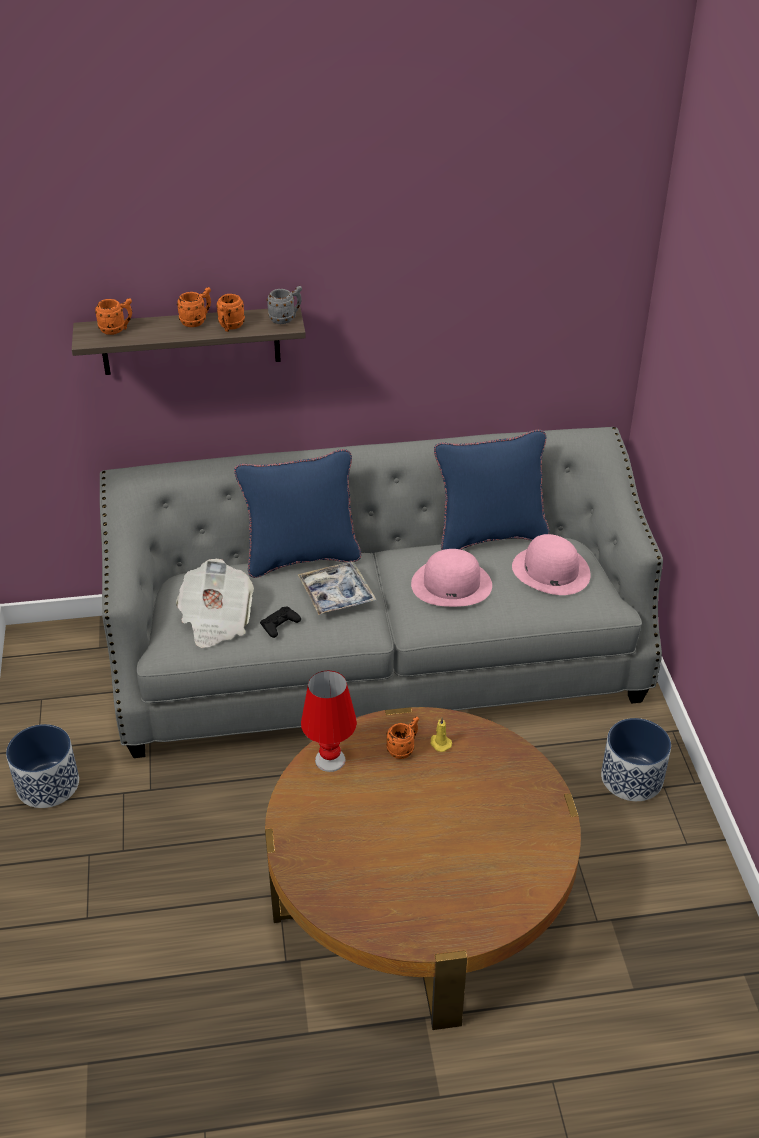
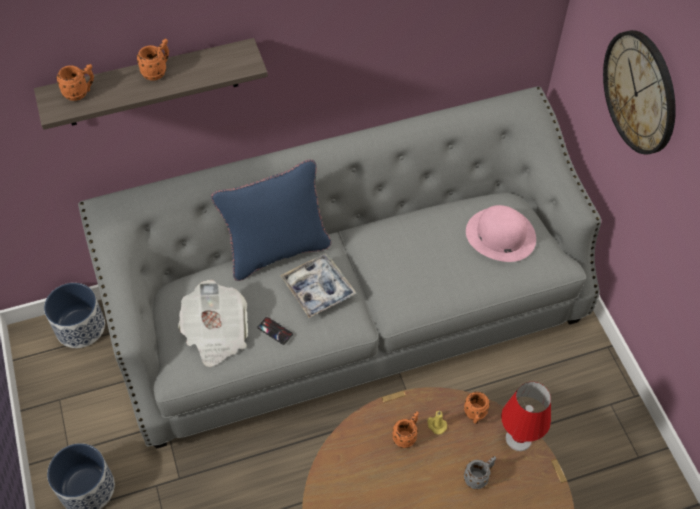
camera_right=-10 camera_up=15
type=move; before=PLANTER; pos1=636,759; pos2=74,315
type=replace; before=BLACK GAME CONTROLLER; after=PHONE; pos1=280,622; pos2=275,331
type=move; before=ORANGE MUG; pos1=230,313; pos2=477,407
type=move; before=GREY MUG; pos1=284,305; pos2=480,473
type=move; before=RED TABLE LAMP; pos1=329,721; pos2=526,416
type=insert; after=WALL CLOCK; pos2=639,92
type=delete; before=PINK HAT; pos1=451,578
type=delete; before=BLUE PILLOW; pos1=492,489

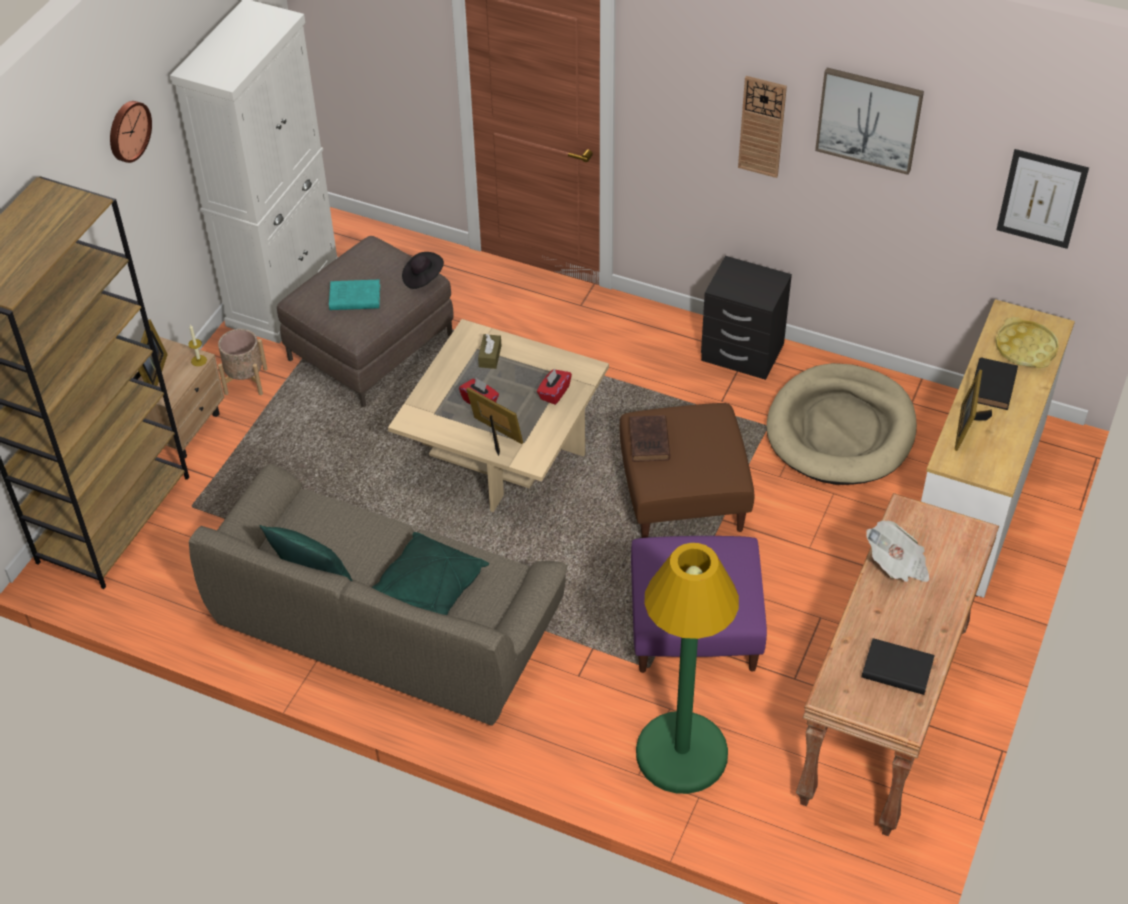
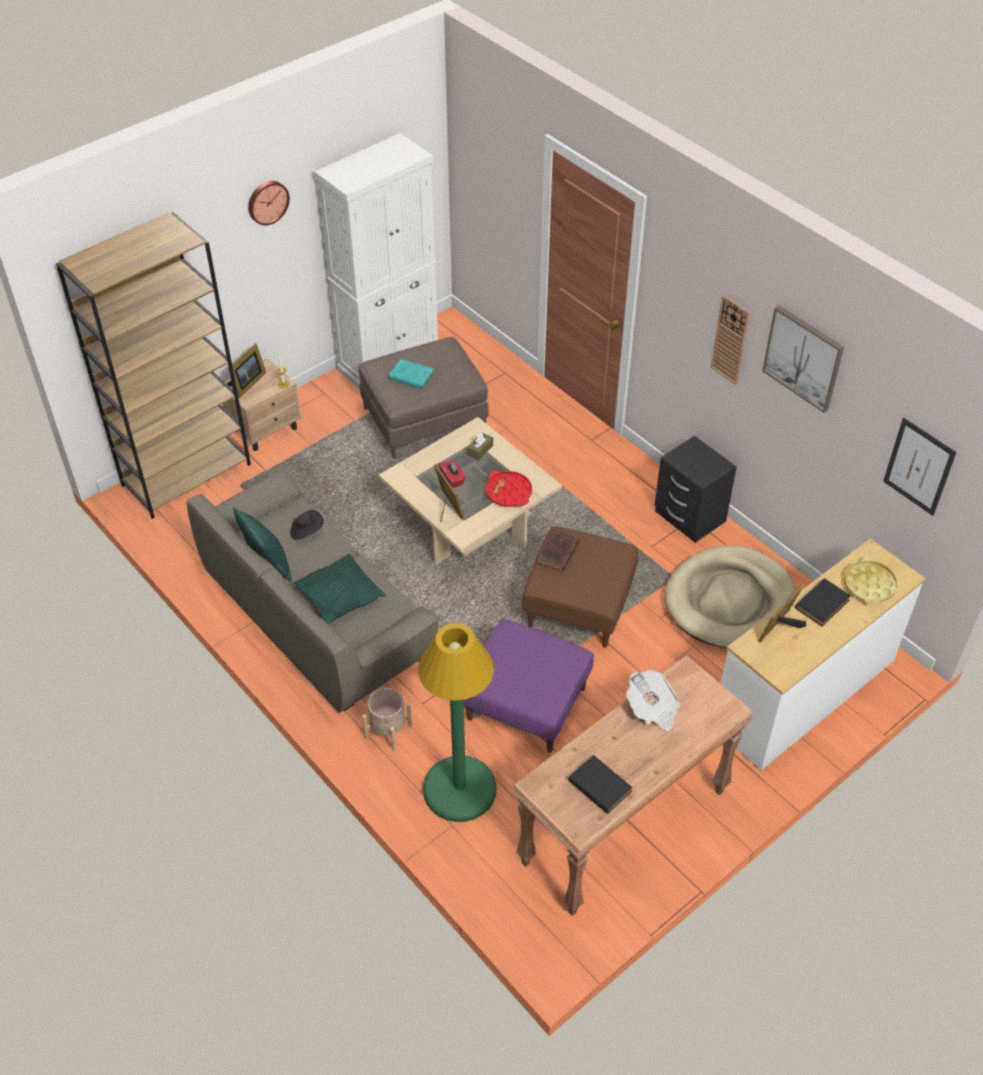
camera_right=25 camera_up=0
type=move; before=BLACK HAT; pos1=423,270; pos2=307,524
type=move; before=BEIGE PLANTER; pos1=242,362; pos2=387,719
type=replace; before=RED TISSUE BOX; after=RED TRAY; pos1=554,387; pos2=508,488

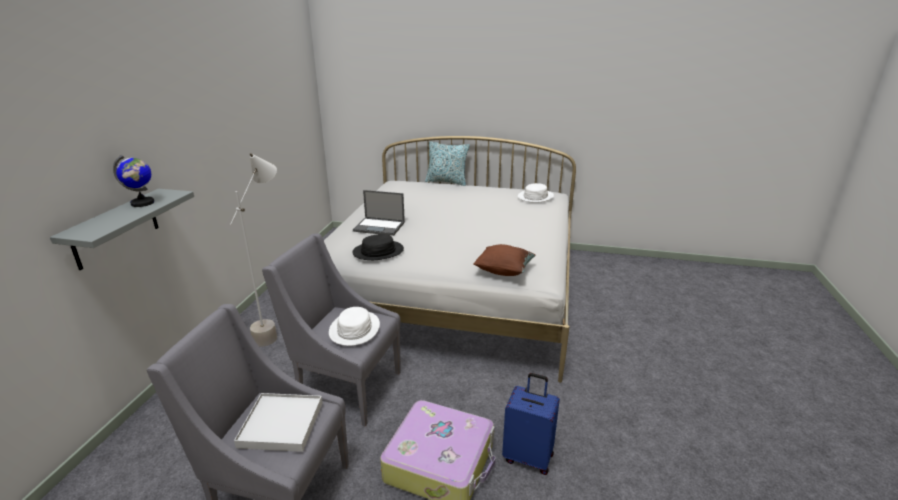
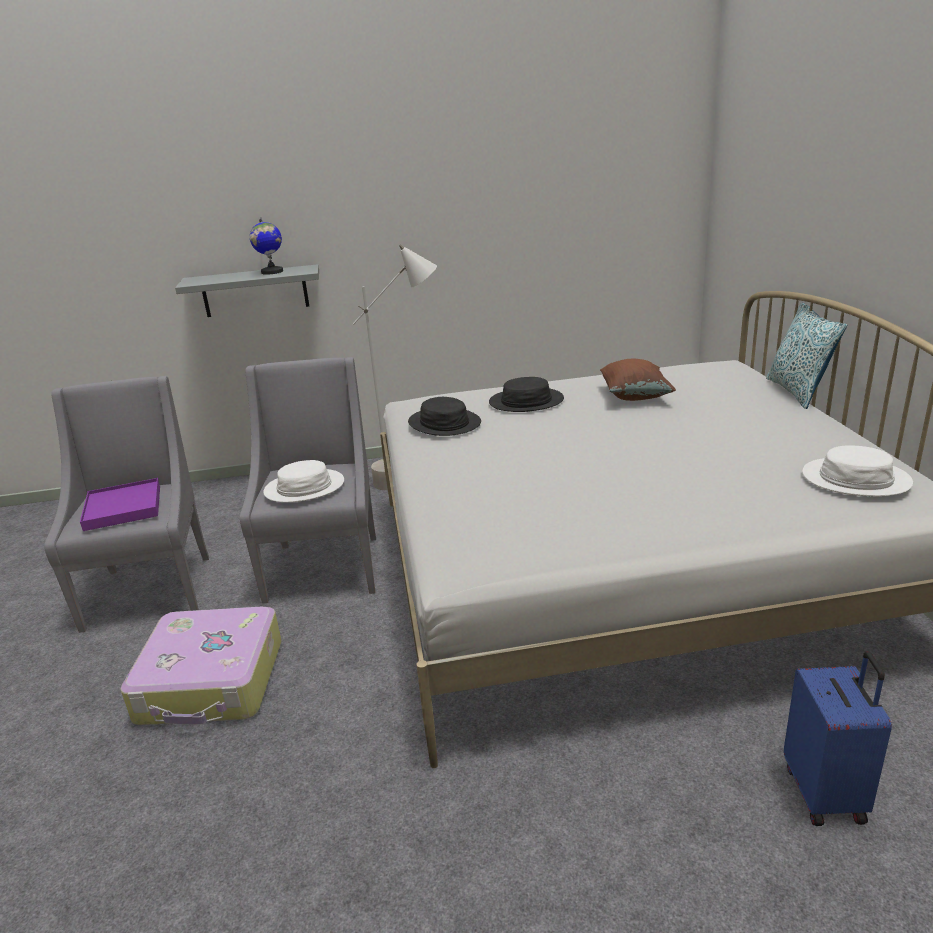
camera_right=70 camera_up=0
type=recolor; before=WHITE TRAY; after=PURPLE TRAY; pos1=278,422; pos2=120,504
type=replace; before=LAPTOP; after=BLACK HAT; pos1=379,213; pos2=526,394
type=move; before=BROWN PILLOW; pos1=504,260; pos2=638,380
type=move; before=BLUE SUITCASE; pos1=531,424; pos2=838,738

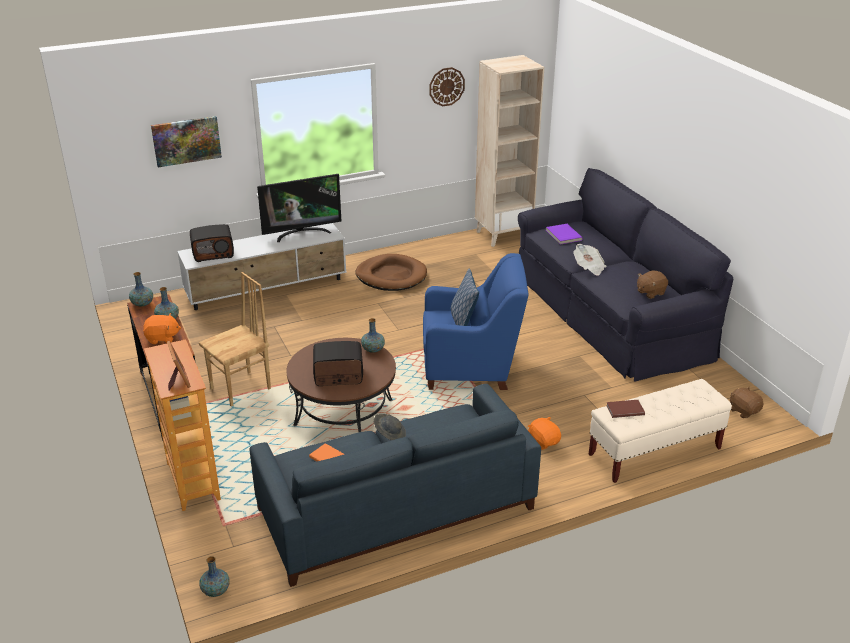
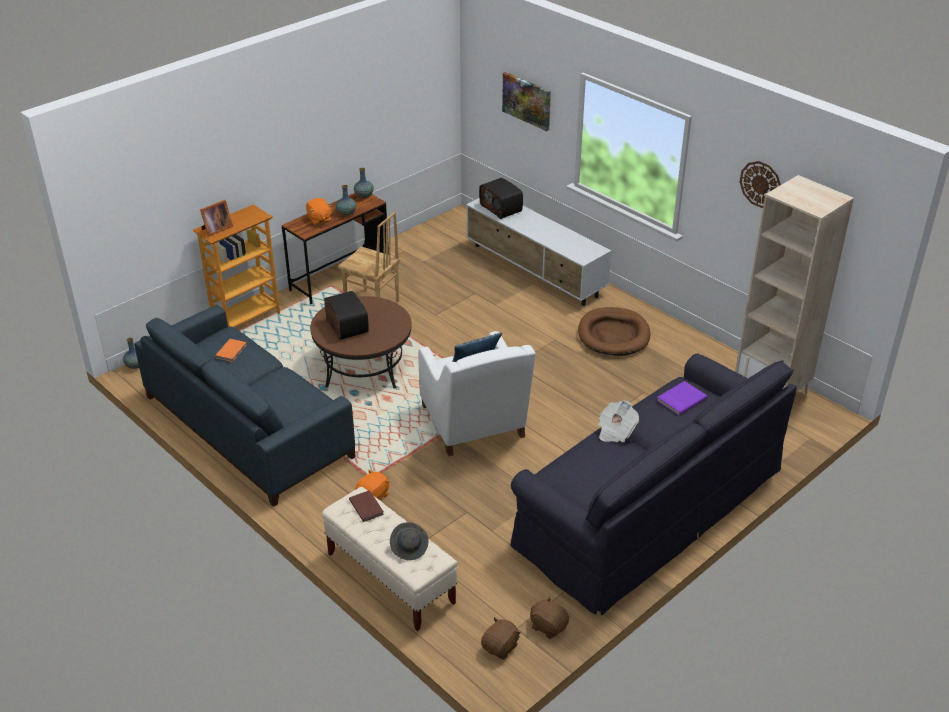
camera_right=70 camera_up=5
type=move; before=GREY HAT; pos1=390,427; pos2=409,541
type=recolor; before=BLUE ARMCHAIR; after=WHITE ARMCHAIR; pos1=476,321; pos2=477,393
type=move; before=BROWN PLUSH TOY; pos1=652,284; pos2=549,617
type=delete; before=TELEVISION; pos1=299,208
type=delete; before=VASE; pos1=373,335

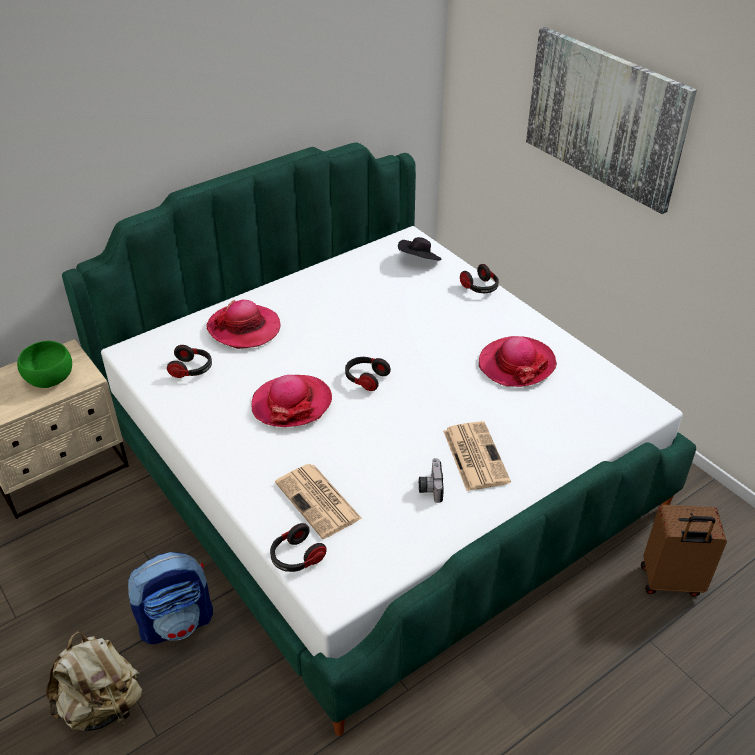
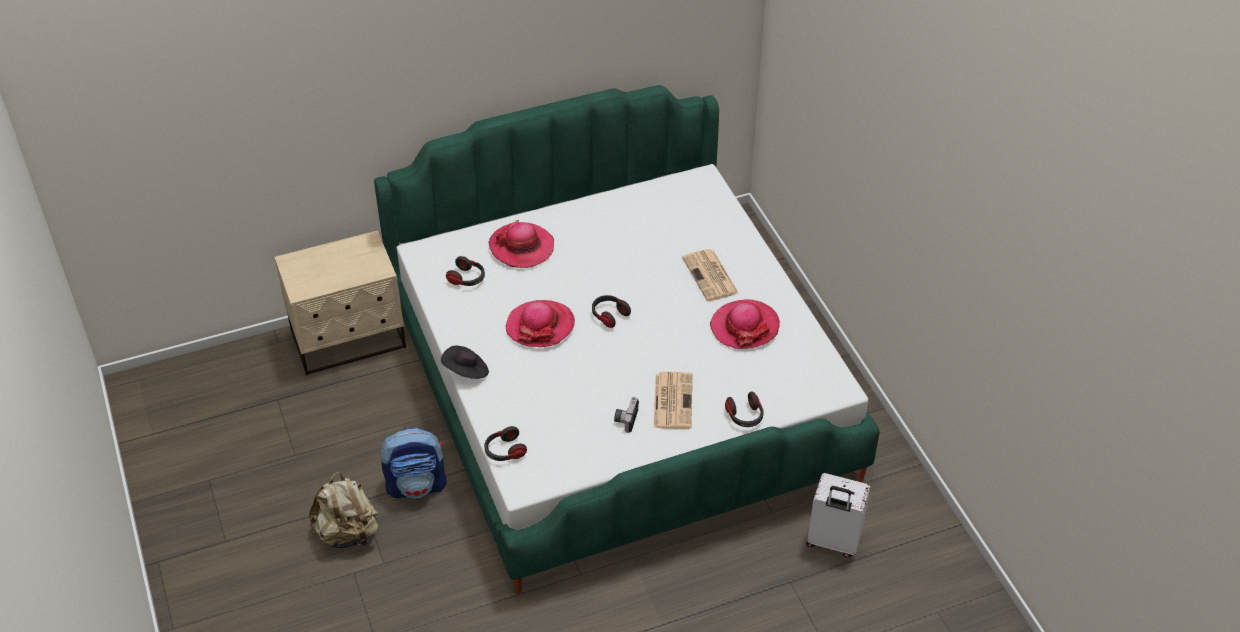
camera_right=15 camera_up=5
type=move; before=BLACK HAT; pos1=419,249; pos2=465,362
type=move; before=NEWSPAPER; pos1=318,501; pos2=710,275
type=move; before=HEADPHONES; pos1=479,278; pos2=744,409
type=recolor; before=BROWN SUITCASE; after=WHITE SUITCASE; pos1=684,551; pos2=838,515
type=delete; before=GREEN BOWL; pos1=44,364
type=delete; before=PICTURE; pos1=611,120

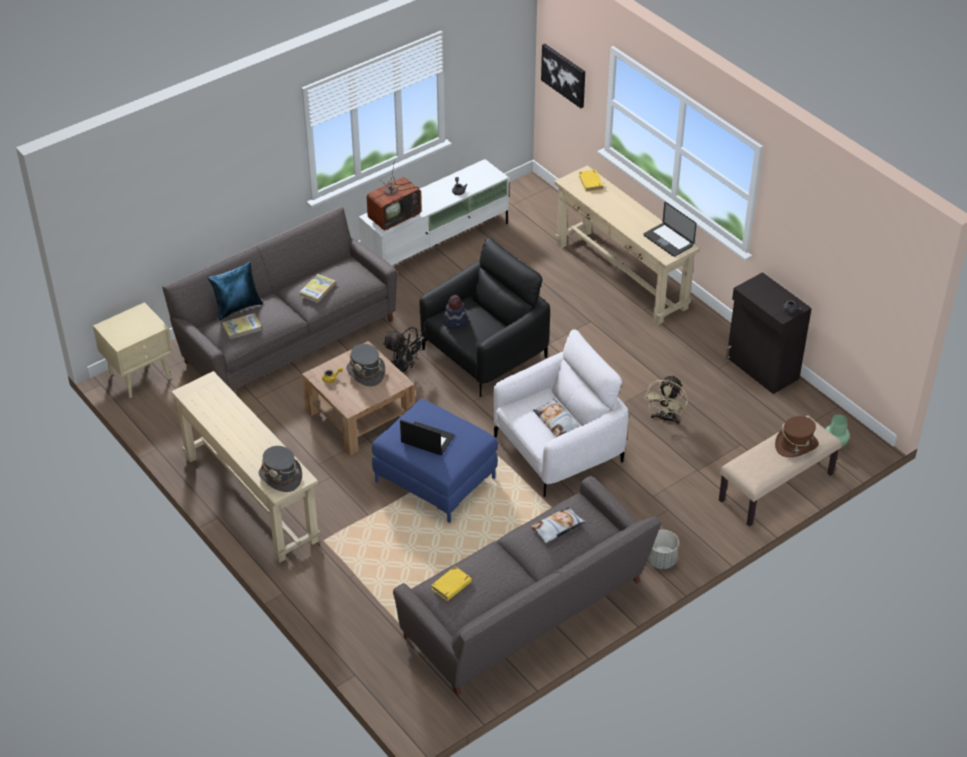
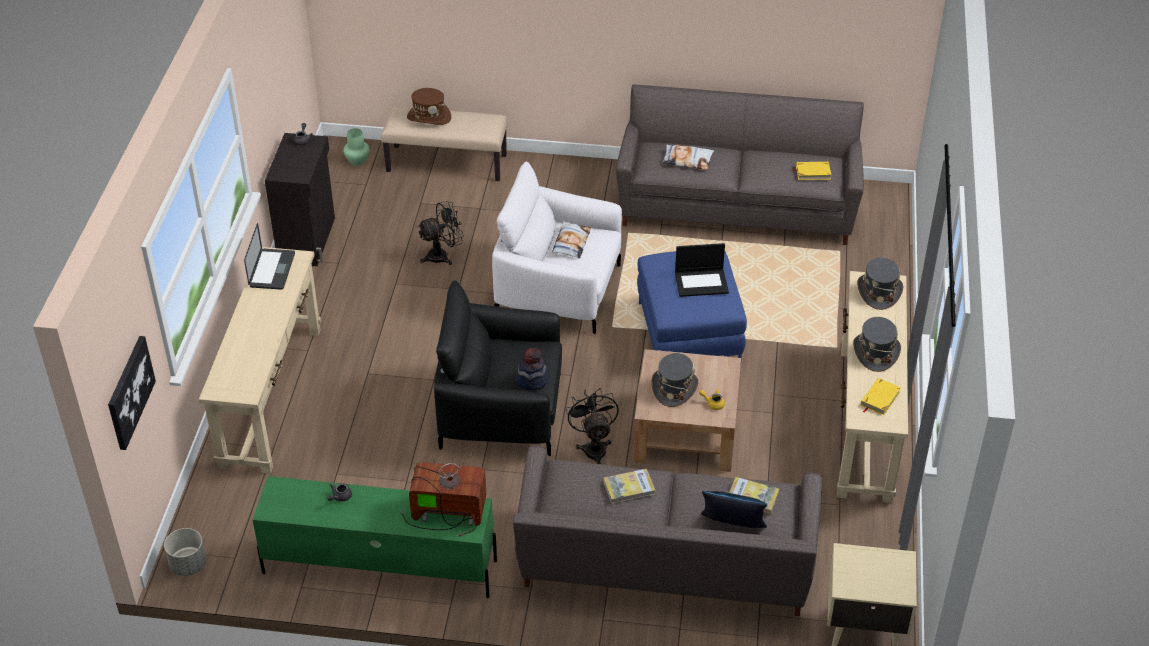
camera_right=-135 camera_up=0
type=move; before=GREY PLANTER; pos1=663,549; pos2=185,552
type=recolor; before=WHITE TV STAND; after=GREEN TV STAND; pos1=434,212; pos2=375,537
type=recolor; before=BEIGE FAN; after=BLACK FAN; pos1=666,400; pos2=441,233
type=rotate; before=LAPTOP; pos1=427,437; pos2=702,270; turn=-75
type=insert; after=GREY HAT; pos2=877,344
type=move; before=YELLOW BOOK; pos1=591,181; pos2=881,397

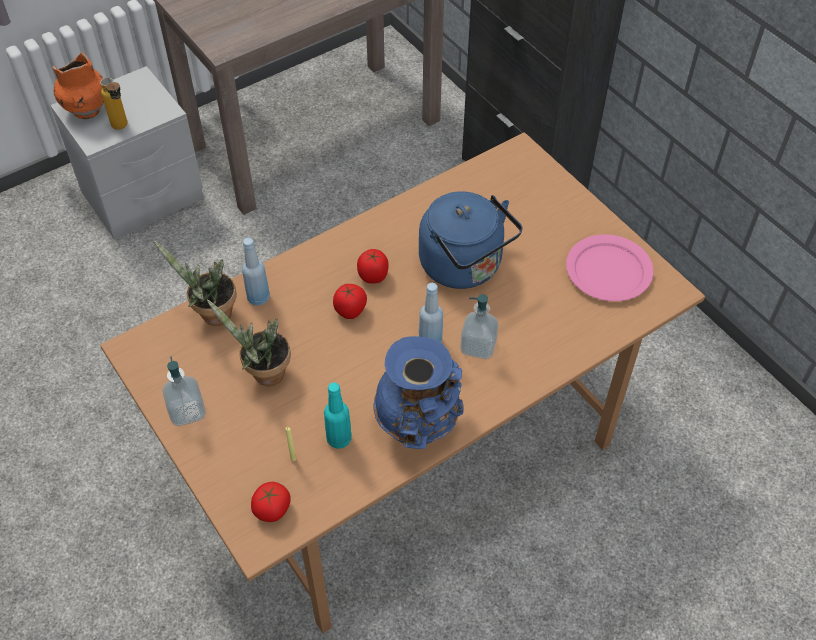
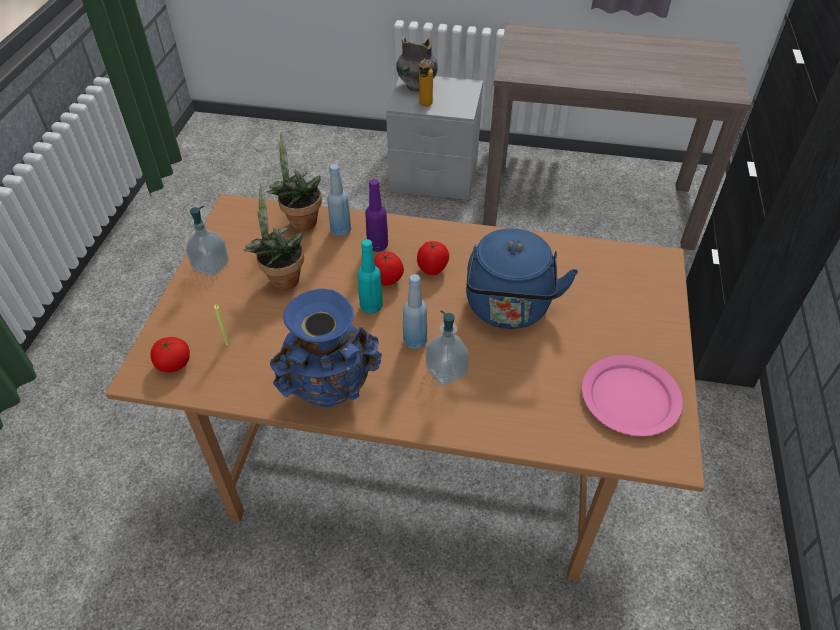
camera_right=45 camera_up=-5
type=move; before=TURQUOISE BOTTLE; pos1=338,415; pos2=370,276
type=insert; after=PURPLE BOTTLE; pos2=376,215
type=recolor; before=ORANGE VASE; after=GREY VASE; pos1=78,85; pos2=417,64

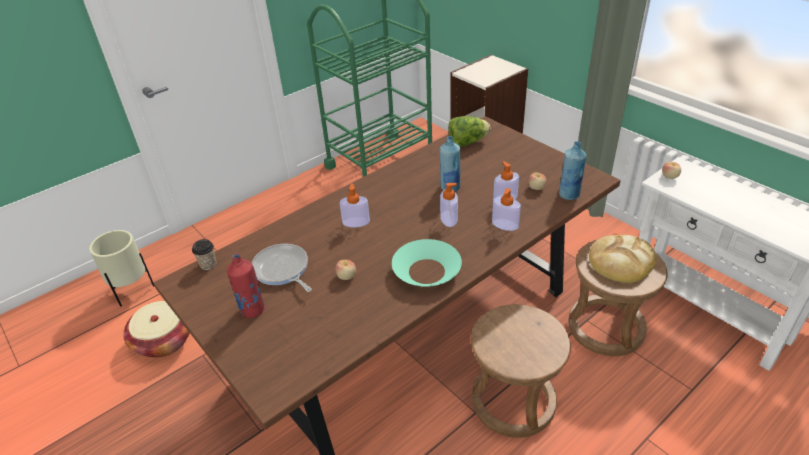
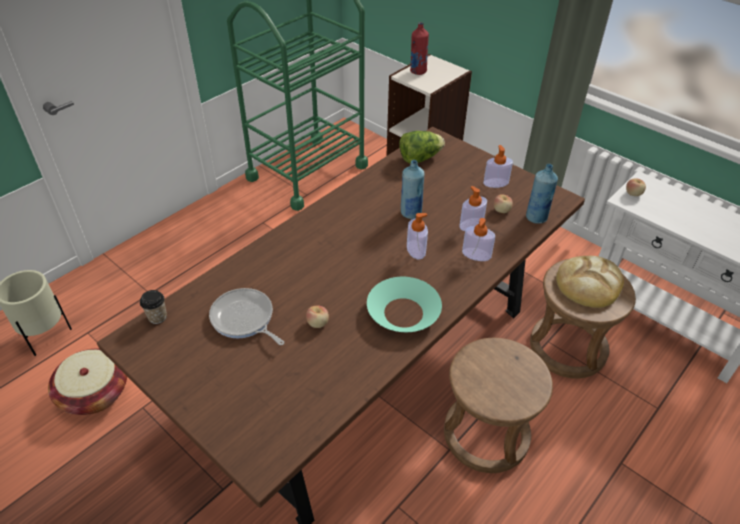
camera_right=-10 camera_up=5
type=move; before=RED BOTTLE; pos1=246,286; pos2=419,48
type=move; before=SOAP DISPENSER; pos1=355,205; pos2=498,166

